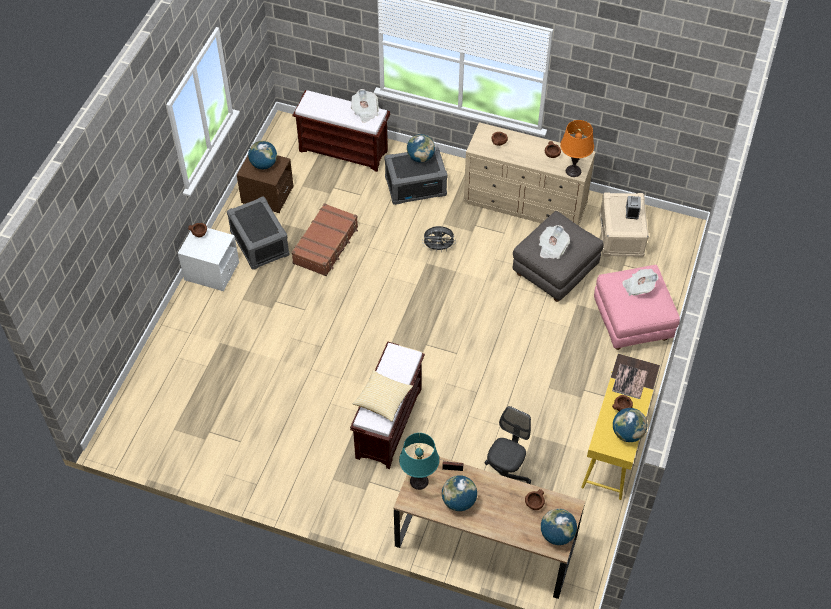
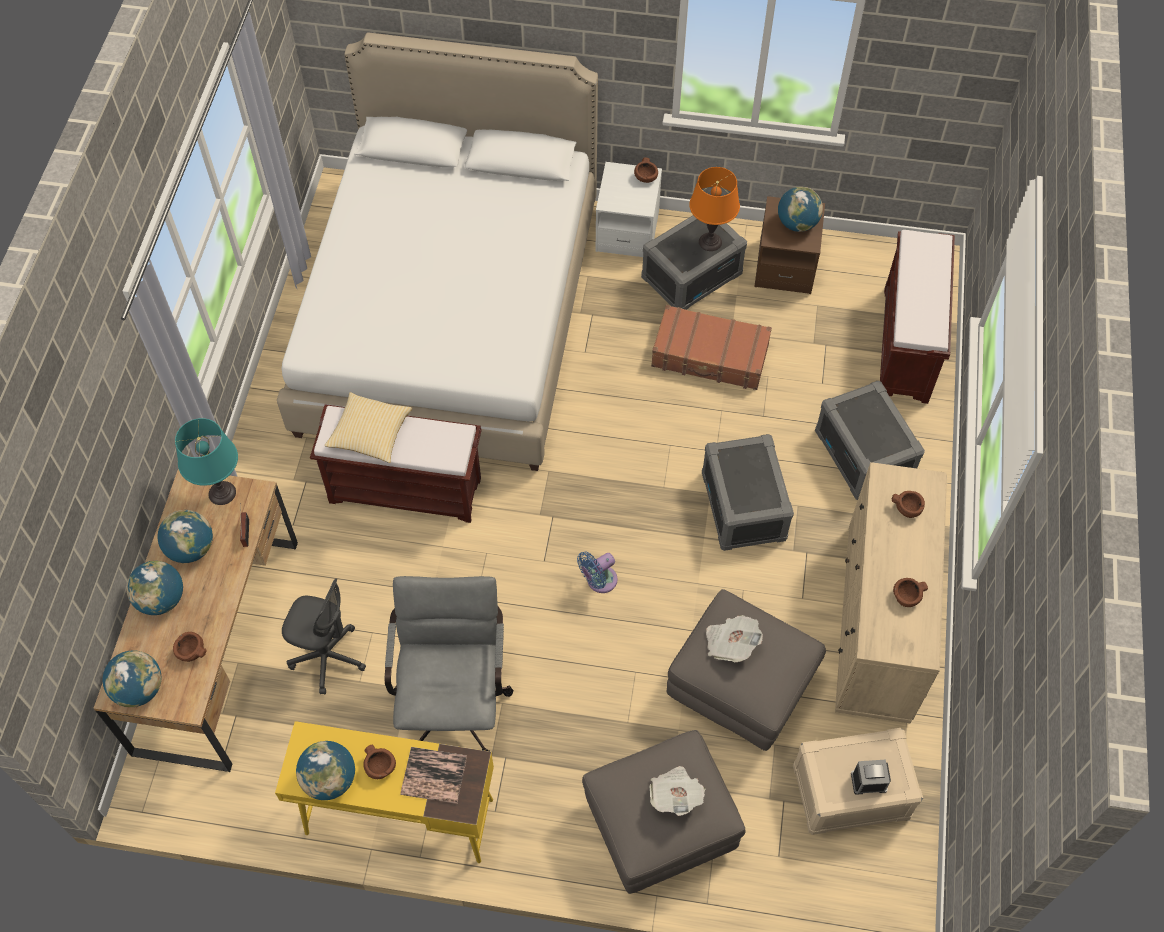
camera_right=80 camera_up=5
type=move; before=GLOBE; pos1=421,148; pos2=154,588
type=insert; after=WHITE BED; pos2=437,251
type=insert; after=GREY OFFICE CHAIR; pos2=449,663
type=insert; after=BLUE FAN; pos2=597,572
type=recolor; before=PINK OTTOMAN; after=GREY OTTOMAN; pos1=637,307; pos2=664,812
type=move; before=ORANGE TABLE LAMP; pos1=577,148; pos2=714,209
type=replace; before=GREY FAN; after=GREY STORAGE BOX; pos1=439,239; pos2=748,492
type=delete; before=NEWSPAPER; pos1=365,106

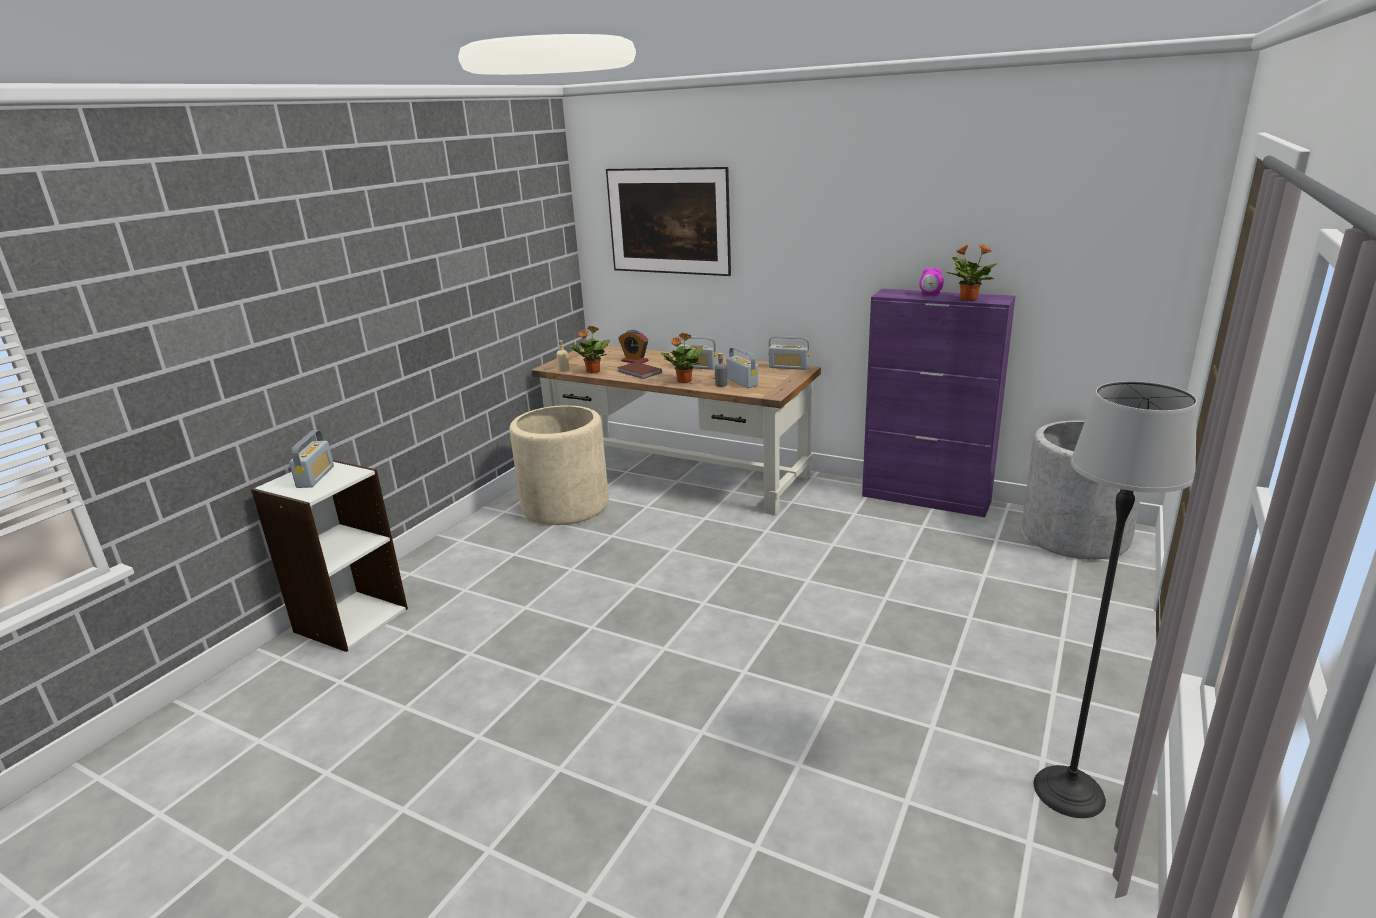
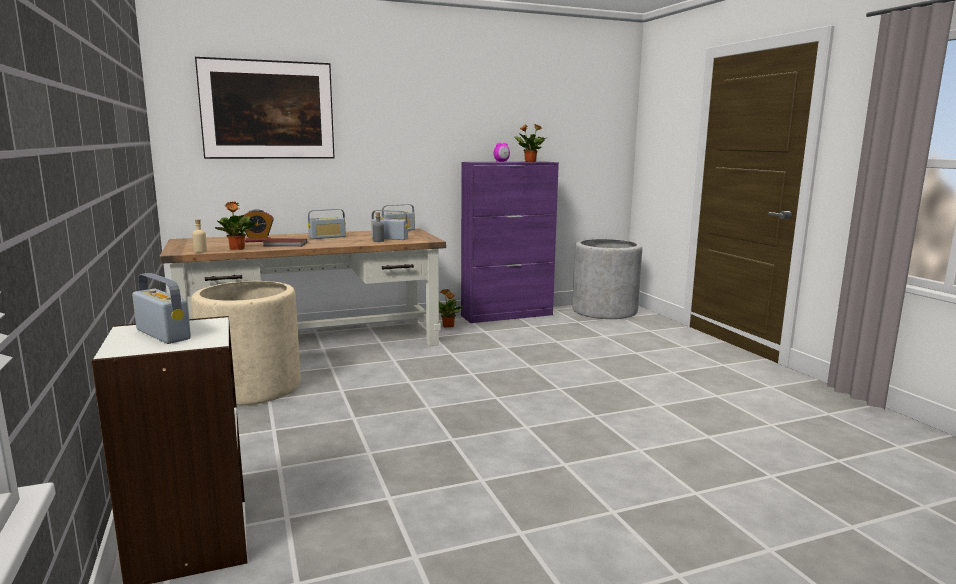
camera_right=-50 camera_up=-10
type=move; before=POTTED PLANT; pos1=681,358; pos2=452,308
type=delete; before=FLOOR LAMP; pos1=1115,599

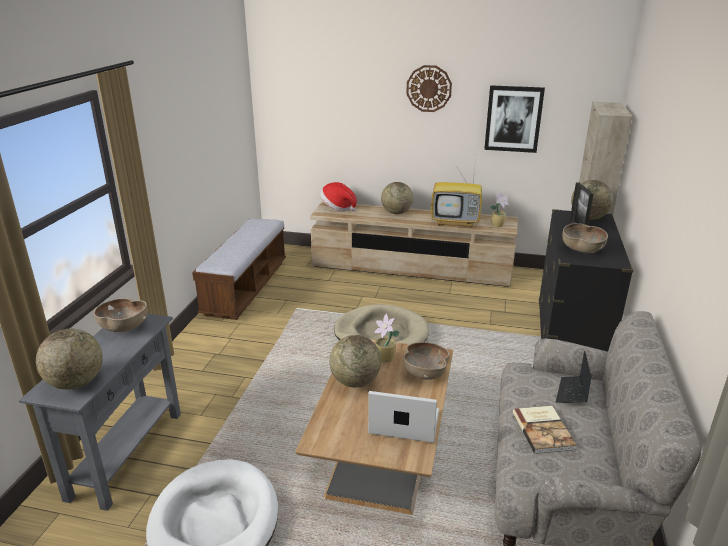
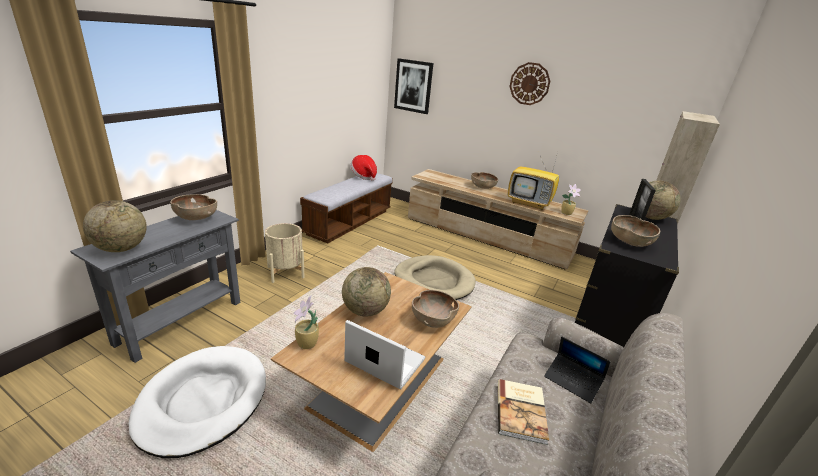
camera_right=15 camera_up=0
type=insert; after=BEIGE PLANTER; pos2=285,253
type=move; before=POTTED PLANT; pos1=386,338; pos2=306,322
type=move; before=HAT; pos1=338,196; pos2=363,168
type=move; before=PICTURE; pos1=514,119; pos2=413,86
type=replace; before=GLOBE; after=BROWN BOWL; pos1=397,198; pos2=484,180
type=rotate; before=LAPTOP; pos1=574,377; pos2=577,370; turn=-90

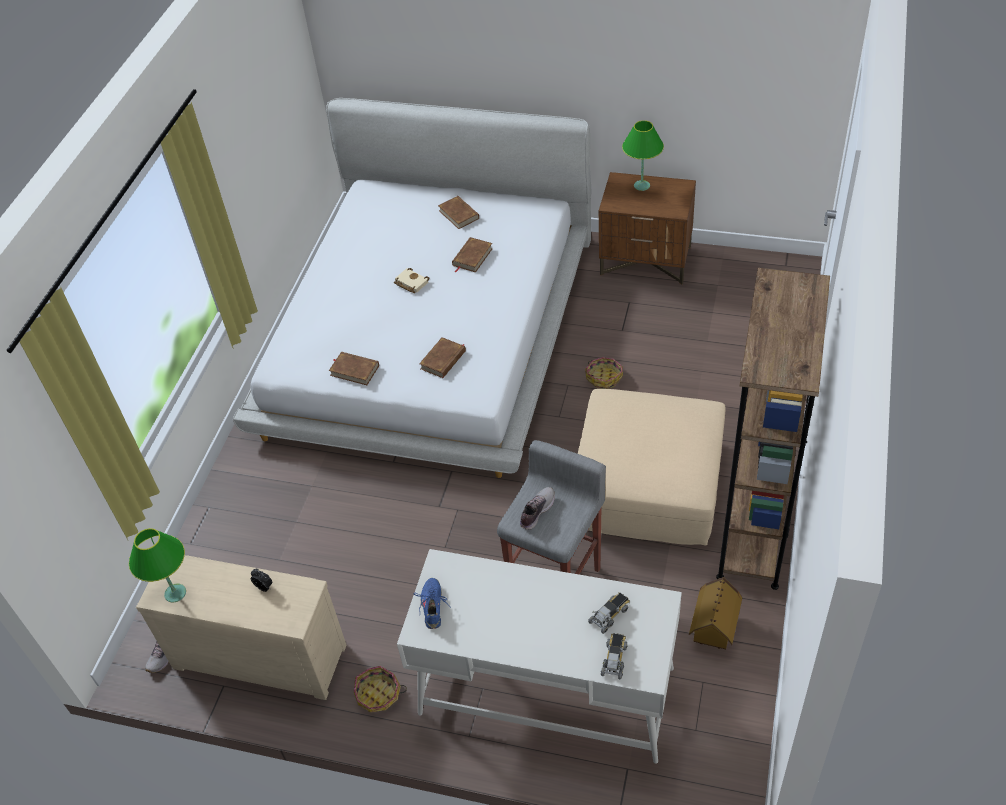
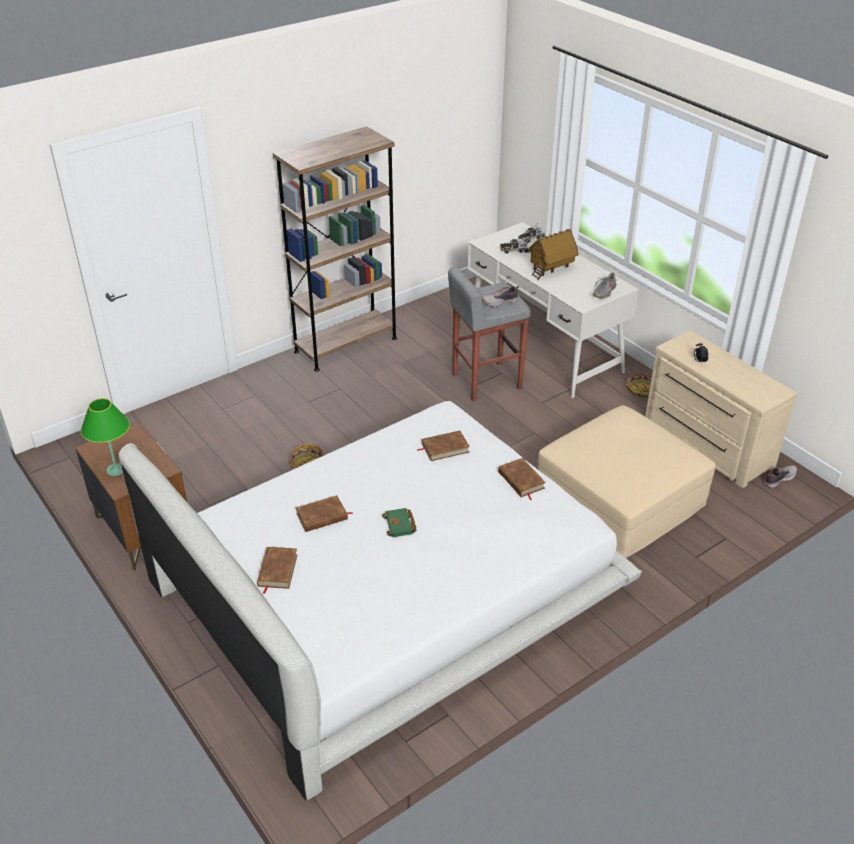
camera_right=-145 camera_up=-10
type=recolor; before=BEIGE BOOK; after=GREEN BOOK; pos1=412,280; pos2=399,522
type=move; before=TOY HOUSE; pos1=715,613; pos2=553,254
type=move; before=BEIGE OTTOMAN; pos1=651,467; pos2=627,481
type=recolor; before=BLUE SHOE; after=GREY SHOE; pos1=430,603; pos2=606,285
type=delete; before=GREEN TABLE LAMP; pos1=157,565

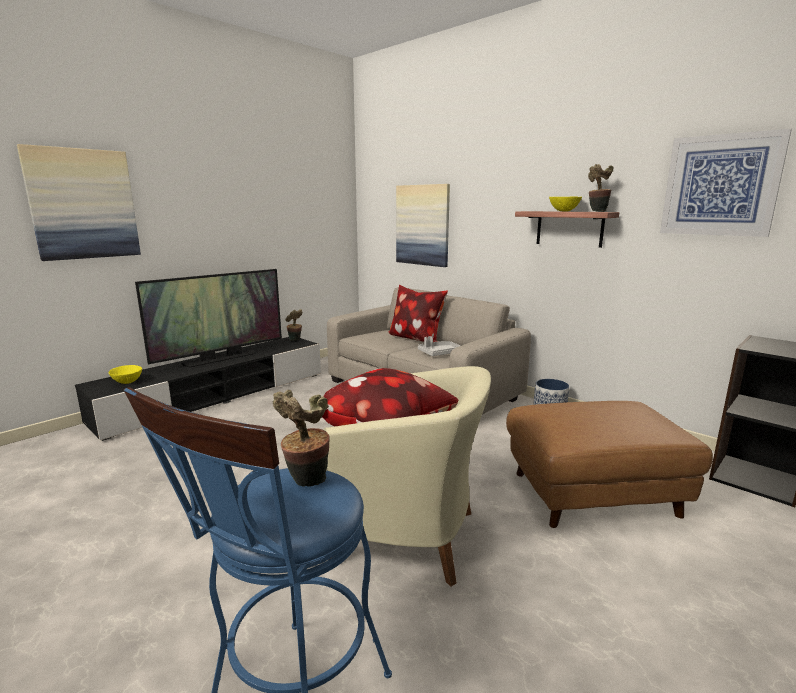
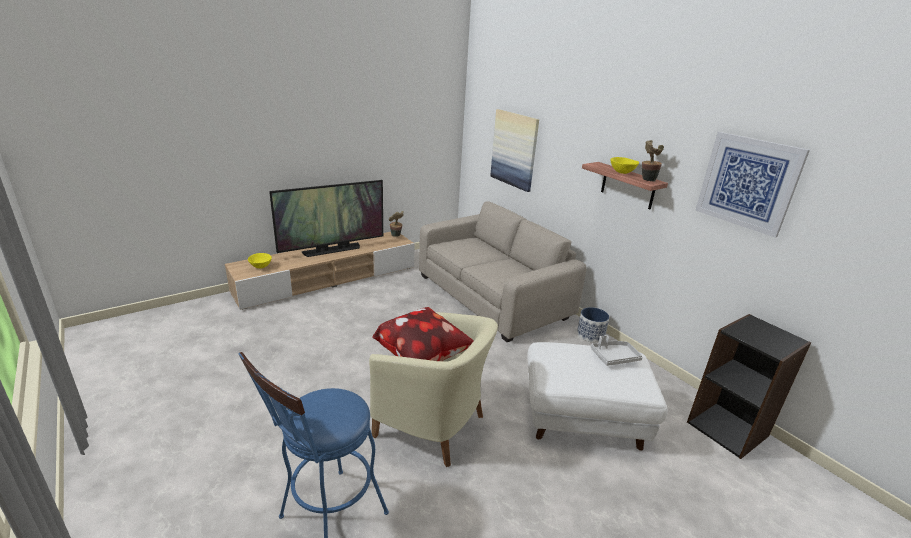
camera_right=10 camera_up=10
type=recolor; before=BLACK TV STAND; after=BEIGE TV STAND; pos1=198,389; pos2=320,271
type=recolor; before=BROWN OTTOMAN; after=WHITE OTTOMAN; pos1=609,464; pos2=597,396
type=move; before=GREY TRAY; pos1=439,346; pos2=617,350
type=delete; before=PICTURE; pos1=79,202
type=delete; before=POTTED PLANT; pos1=301,438
type=delete; before=PILLOW; pos1=418,313

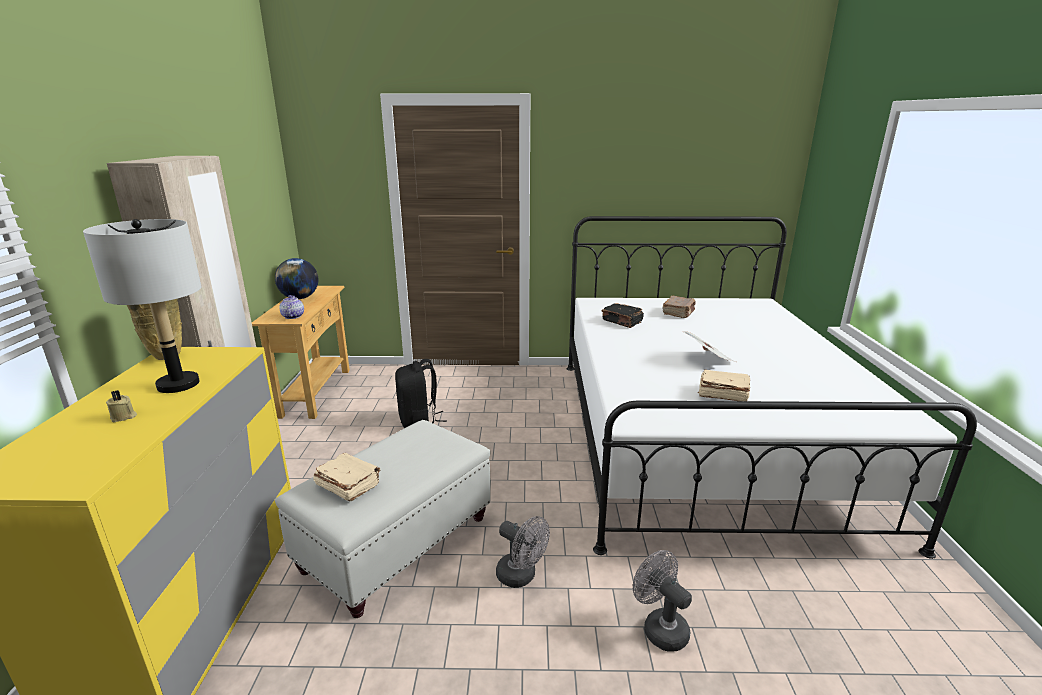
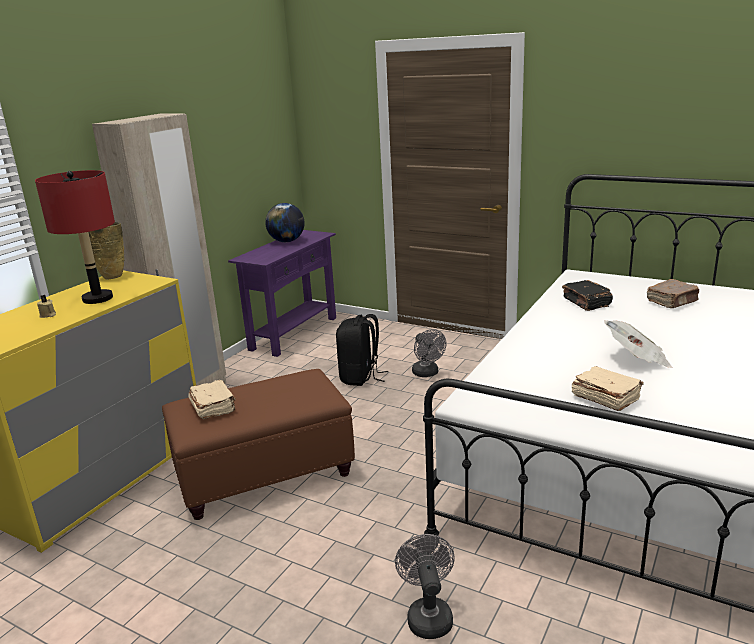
camera_right=30 camera_up=0
type=recolor; before=GREY TABLE LAMP; after=RED TABLE LAMP; pos1=142,306; pos2=75,237
type=recolor; before=WHITE OTTOMAN; after=BROWN OTTOMAN; pos1=383,519; pos2=258,444
type=recolor; before=BEIGE CONSOLE TABLE; after=PURPLE CONSOLE TABLE; pos1=301,352; pos2=282,293
type=move; before=GREY FAN; pos1=523,552; pos2=429,353
type=delete; before=TEAPOT; pos1=291,307

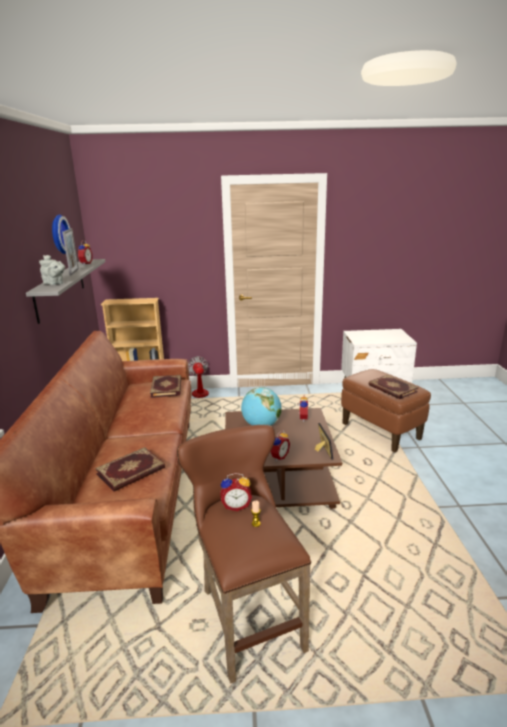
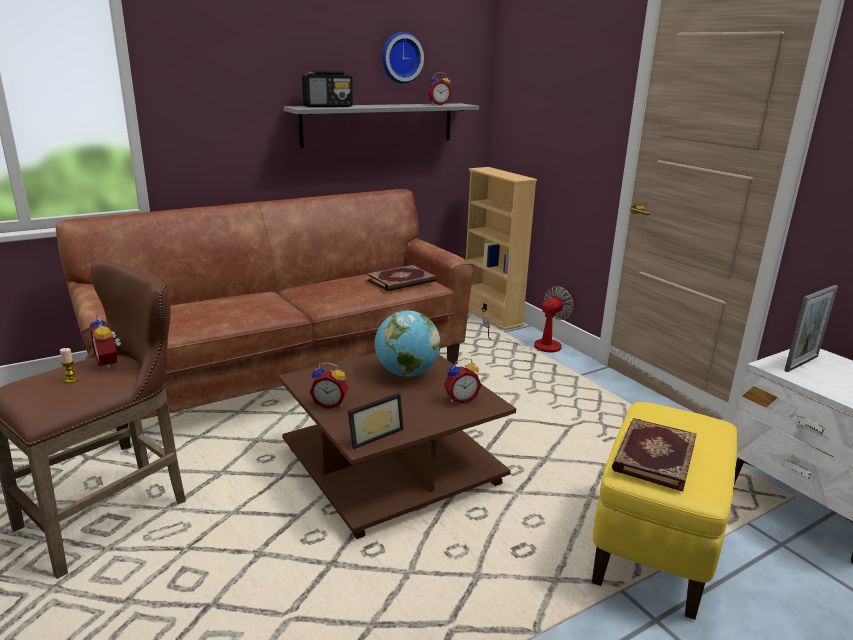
camera_right=60 camera_up=0
type=replace; before=GREY TEAPOT; after=RADIO; pos1=52,270; pos2=327,88
type=recolor; before=BROWN OTTOMAN; after=YELLOW OTTOMAN; pos1=386,411; pos2=664,511
type=move; before=PICTURE FRAME; pos1=70,251; pos2=811,328
type=delete; before=BOOK; pos1=130,469

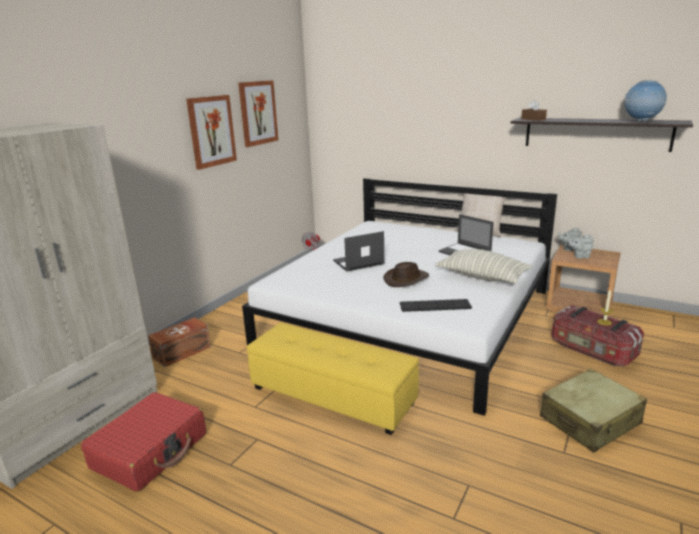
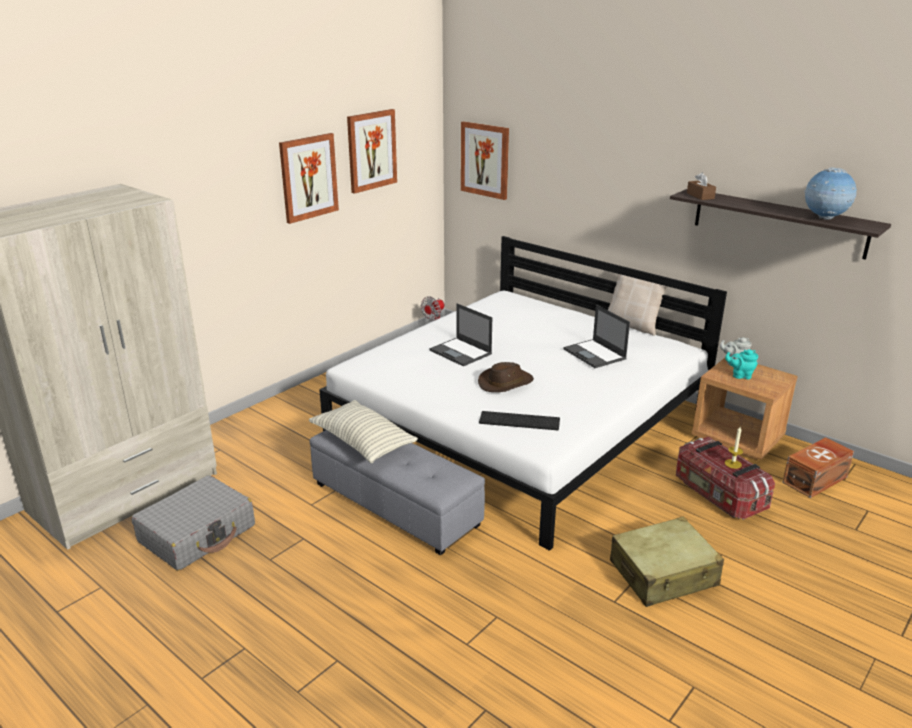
camera_right=10 camera_up=5
type=recolor; before=RED SUITCASE; after=GREY SUITCASE; pos1=143,442; pos2=193,523
type=move; before=PILLOW; pos1=483,266; pos2=363,431
type=recolor; before=YELLOW OTTOMAN; after=GREY OTTOMAN; pos1=333,379; pos2=397,492
type=rotate; before=LAPTOP; pos1=359,251; pos2=460,334; turn=-120
type=insert; after=PICTURE; pos2=485,160
type=recolor; before=GREY TEAPOT; after=TURQUOISE TEAPOT; pos1=581,246; pos2=741,364
type=move; before=BROWN STORAGE BOX; pos1=179,342; pos2=818,467

